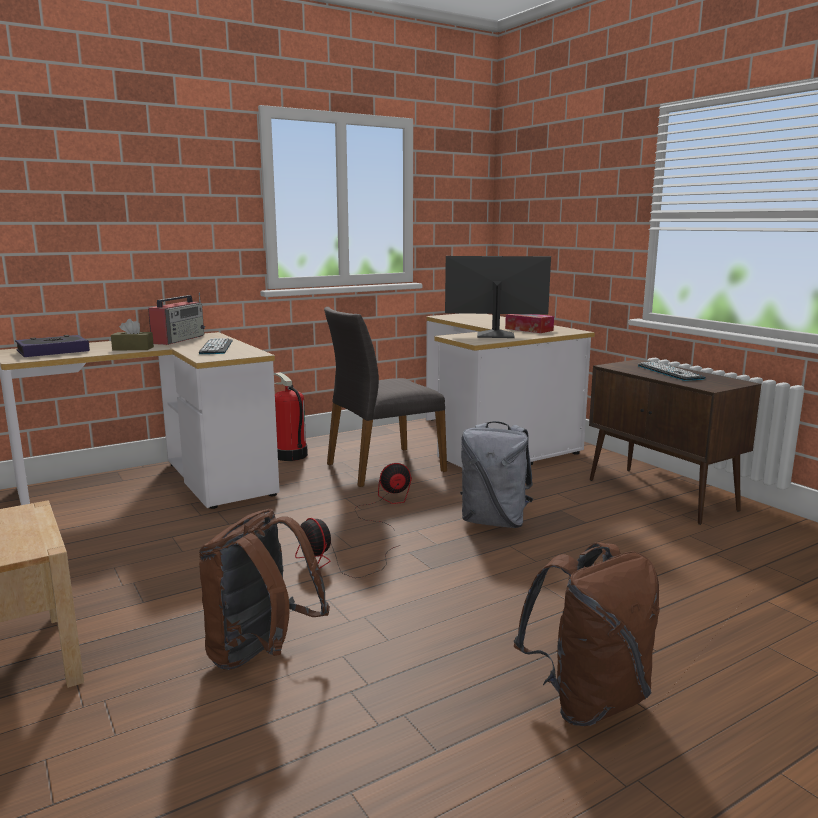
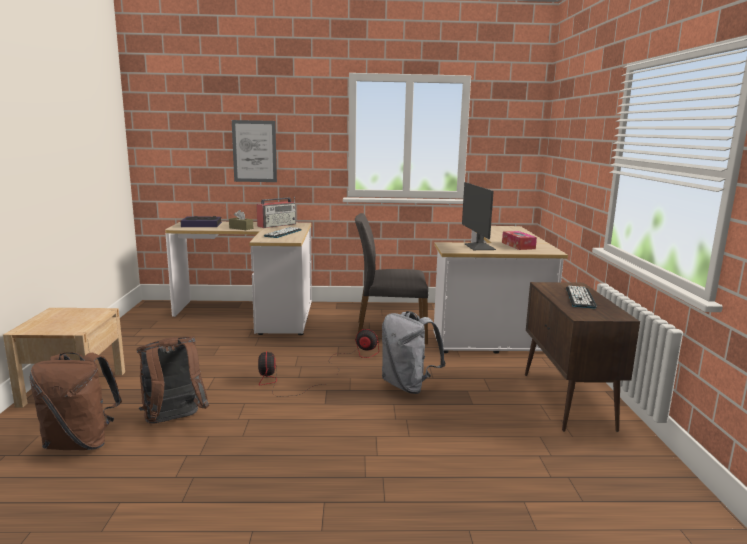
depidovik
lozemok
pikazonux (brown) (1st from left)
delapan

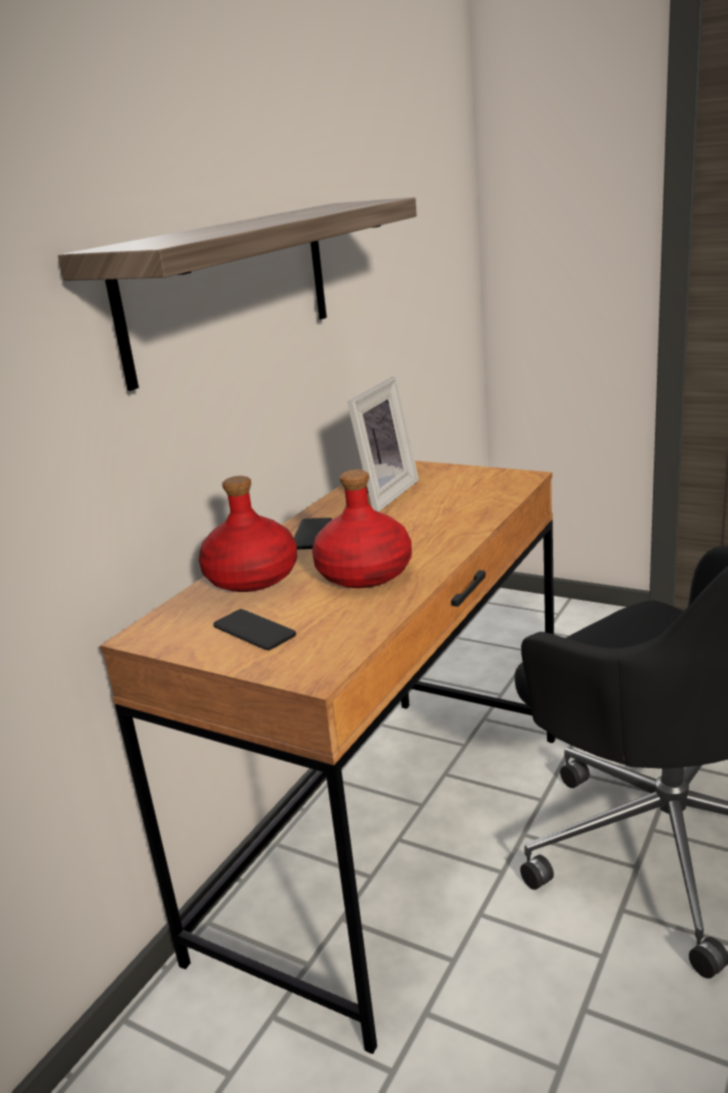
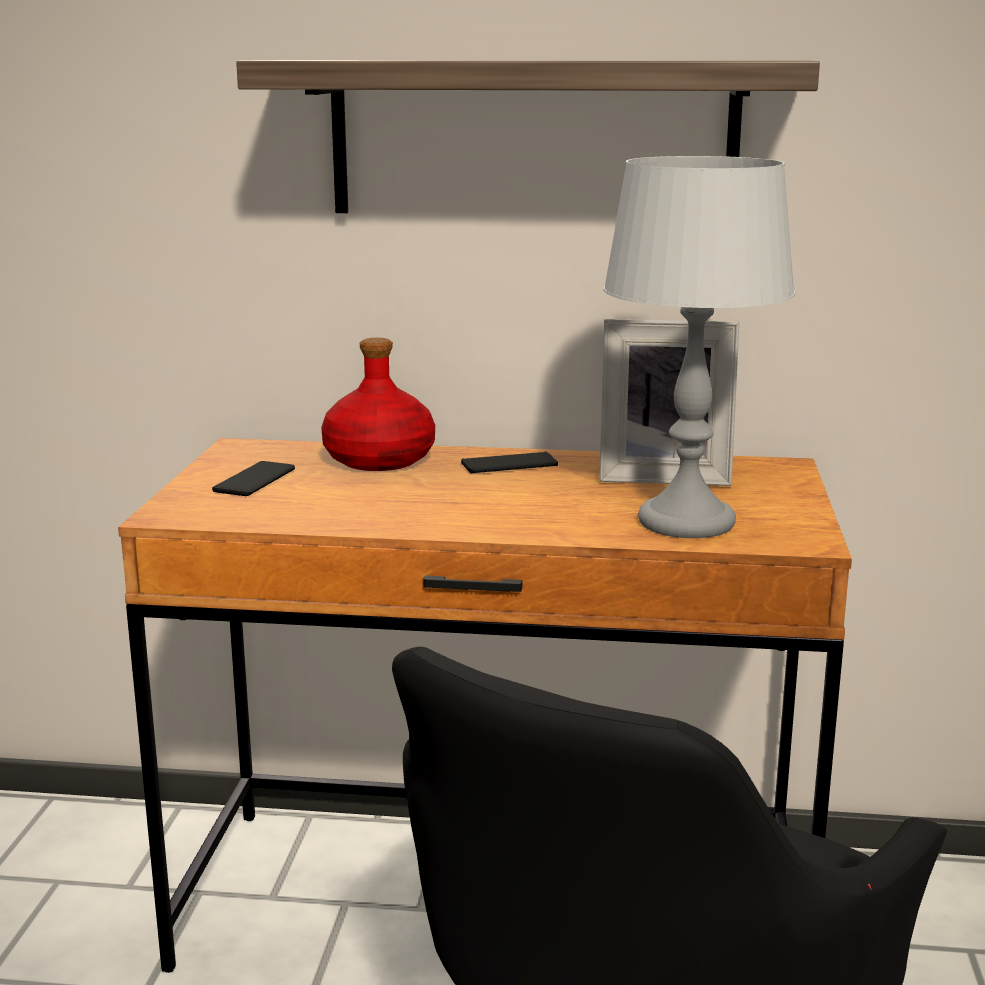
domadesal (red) (2nd from left in the first image)
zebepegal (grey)

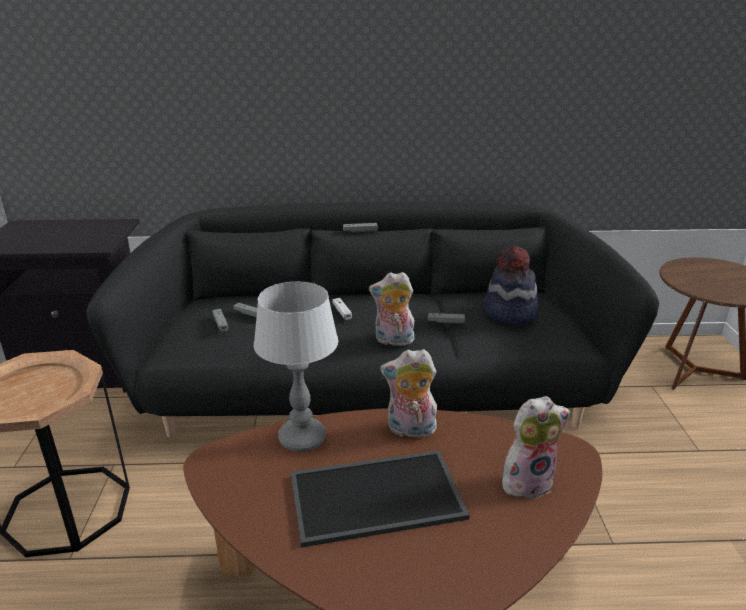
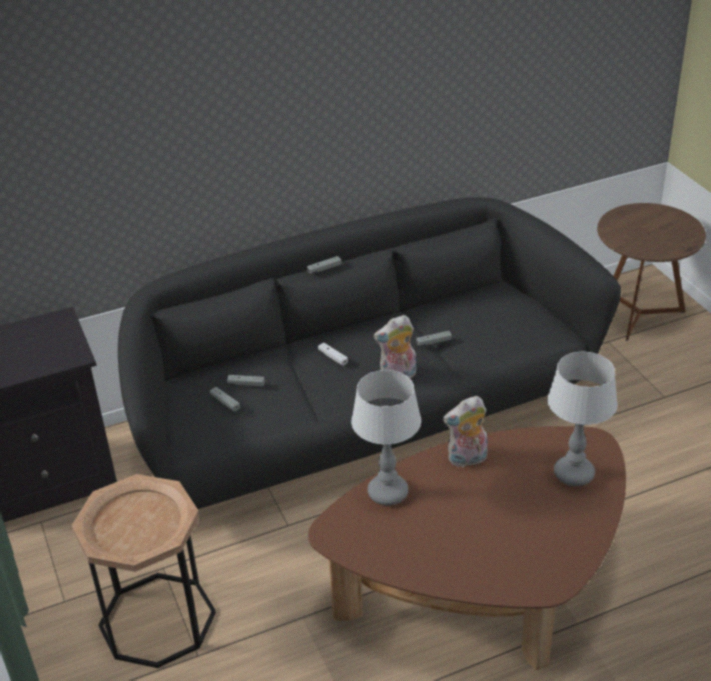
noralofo
zebepegal (2nd from left)
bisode

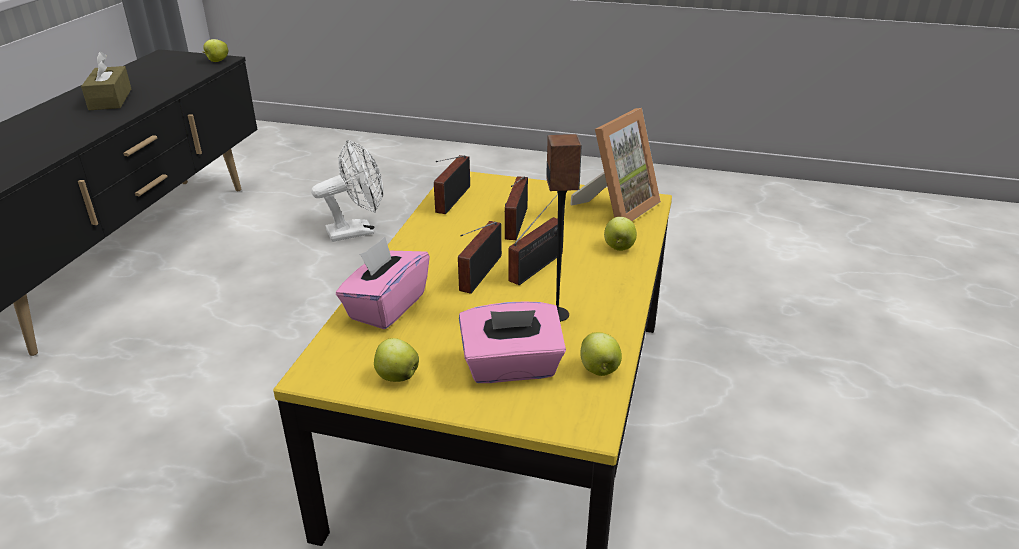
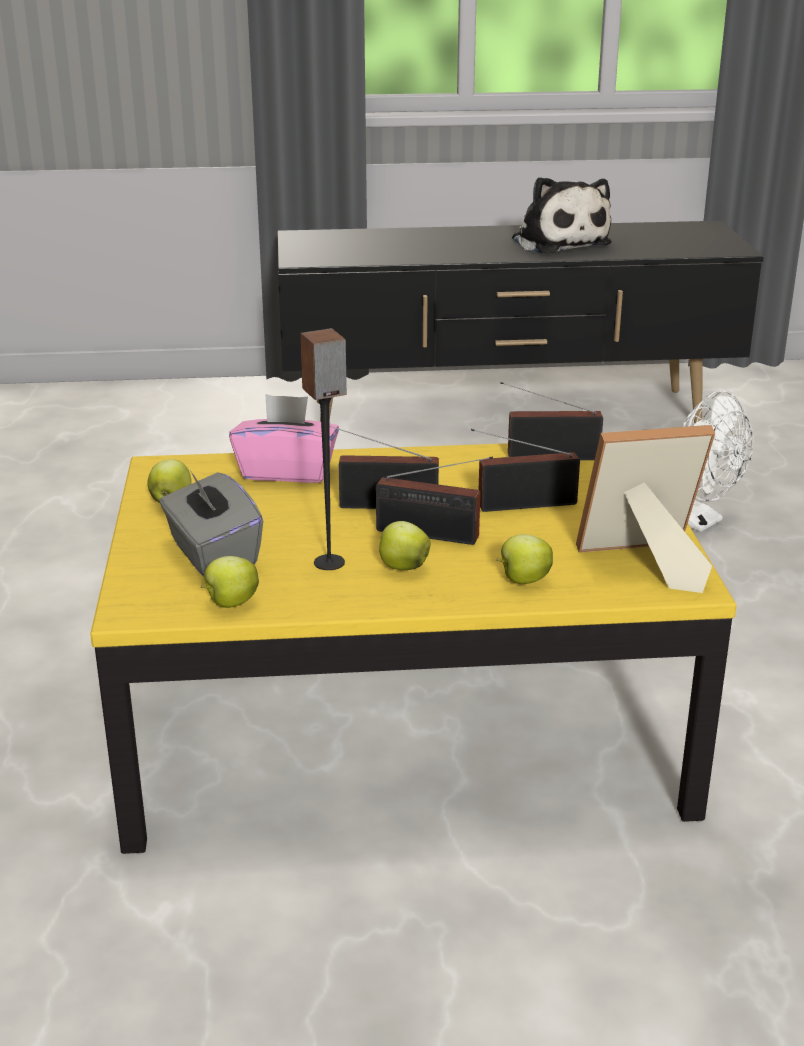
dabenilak (3rd from left)
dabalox
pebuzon
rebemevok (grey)

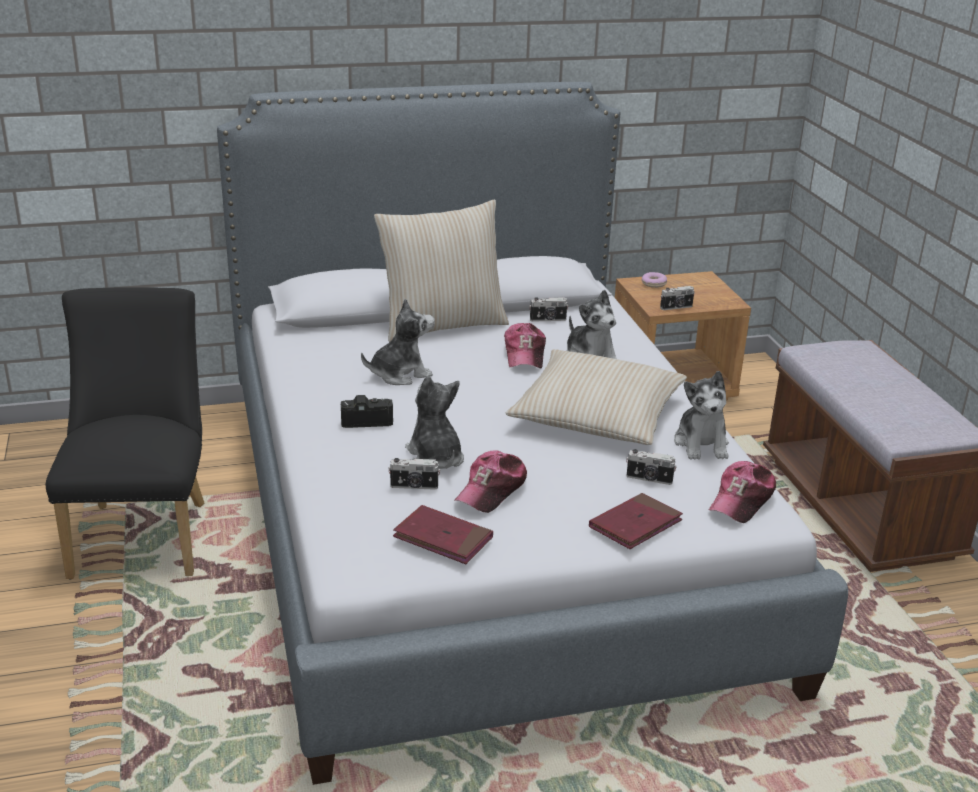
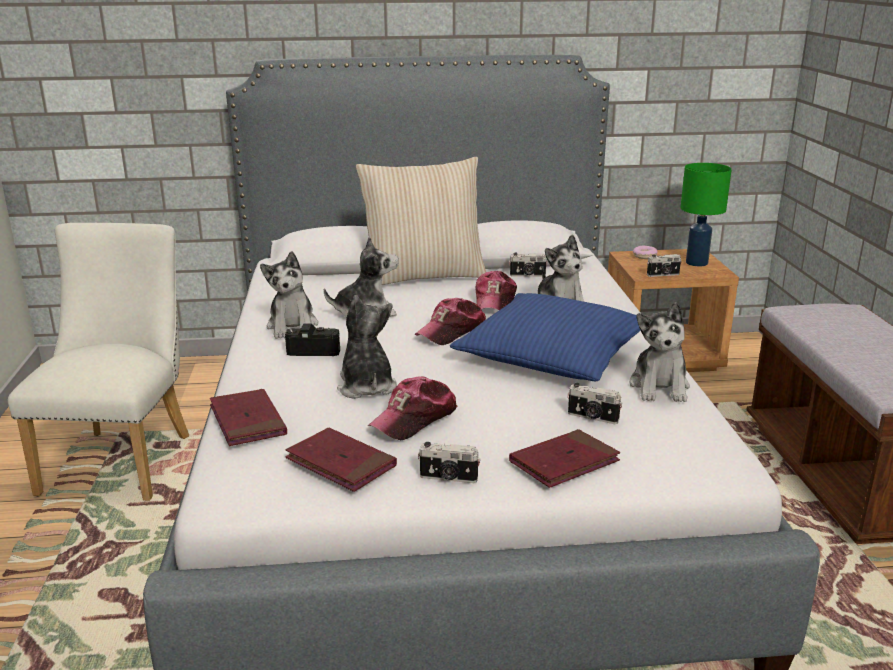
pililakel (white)
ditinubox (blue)
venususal (2nd from left)
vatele (2nd from left)
zebepegal (green)
dabalox (1st from left)
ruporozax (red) (1st from left)

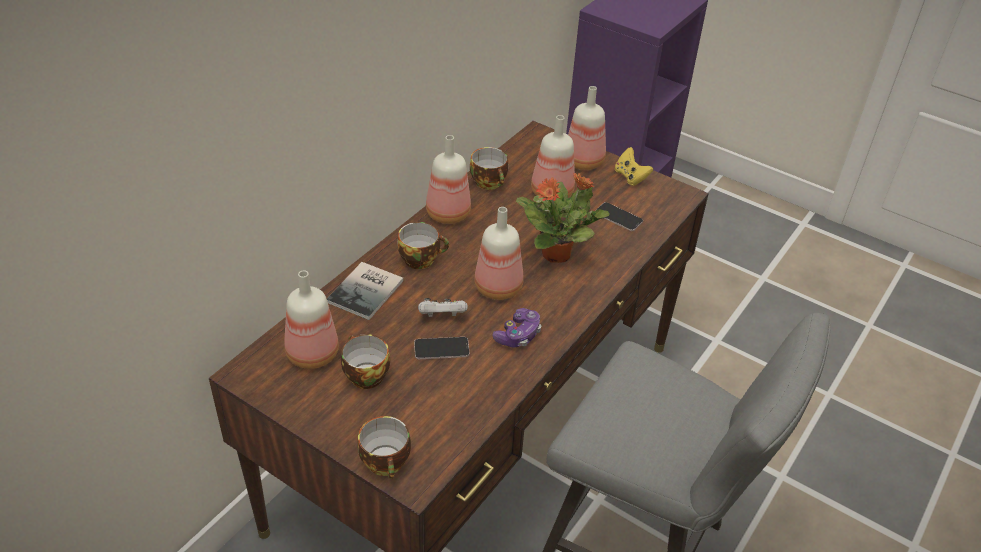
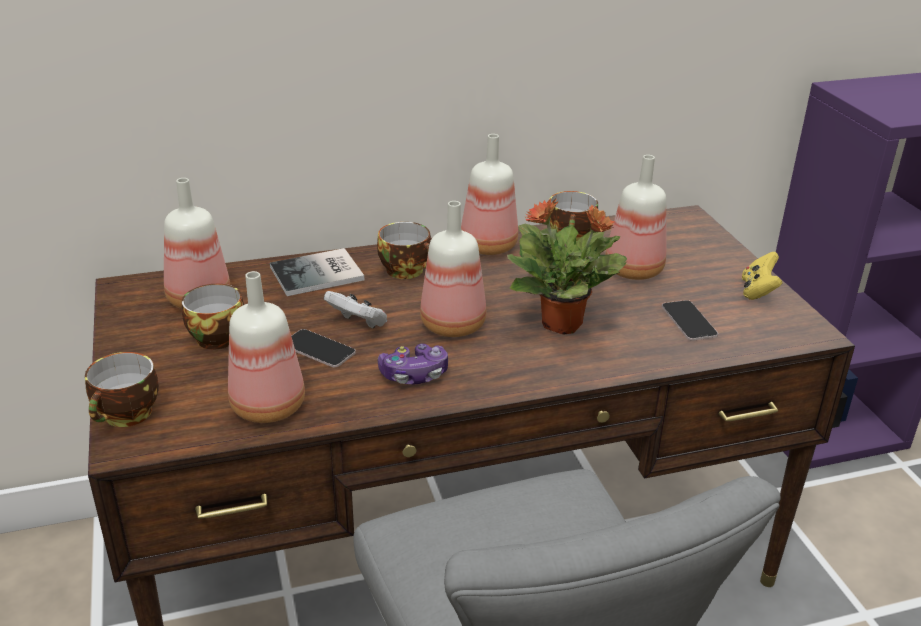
domadesal (2nd from left)

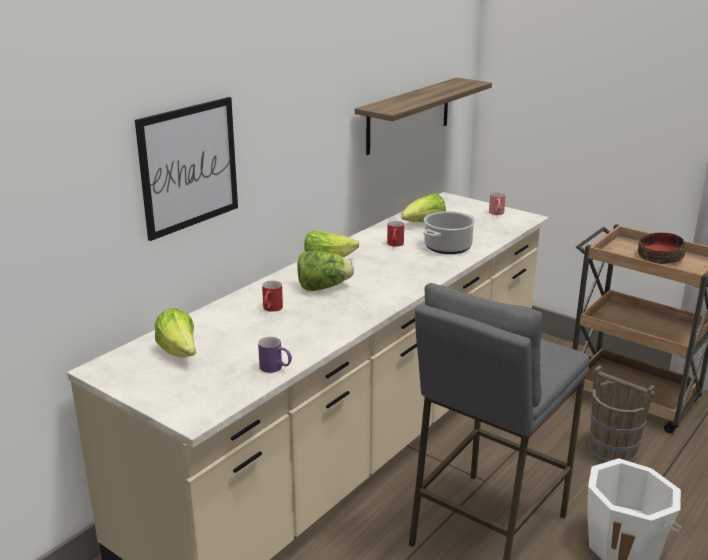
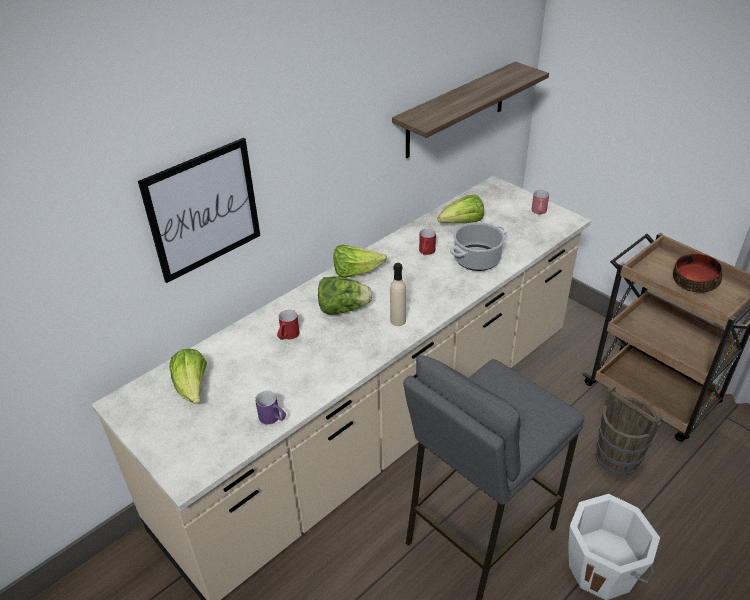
domadesal (beige)

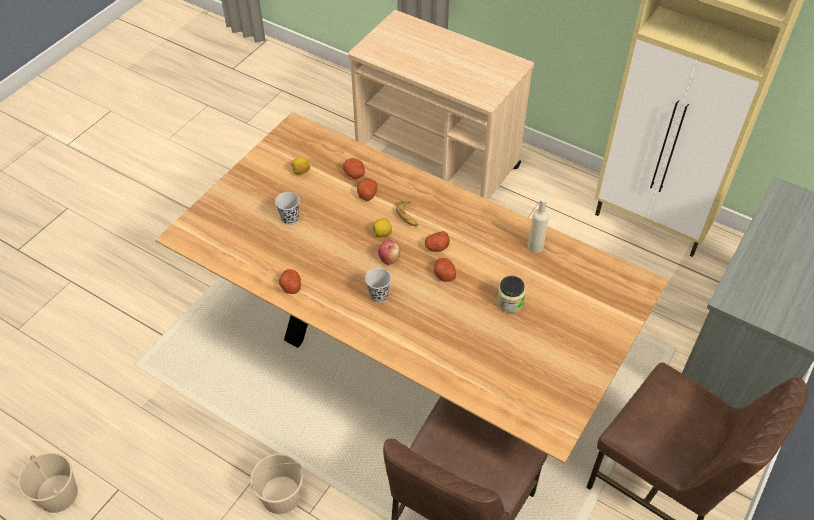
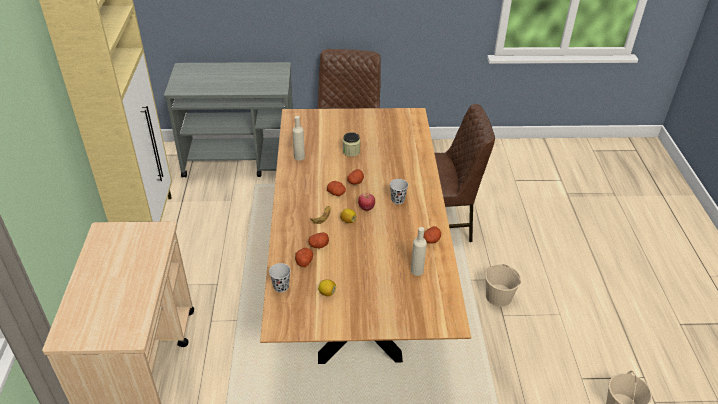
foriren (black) (1st from left)
domadesal (beige) (2nd from left)

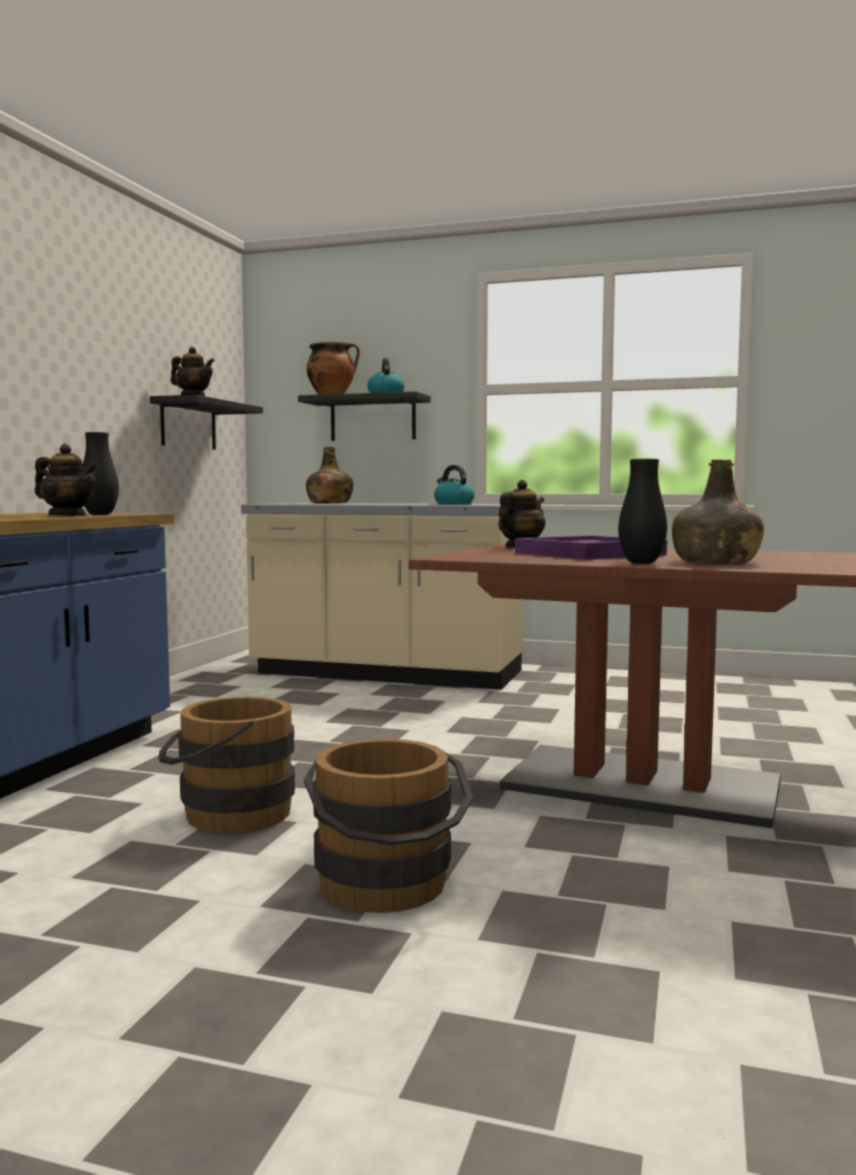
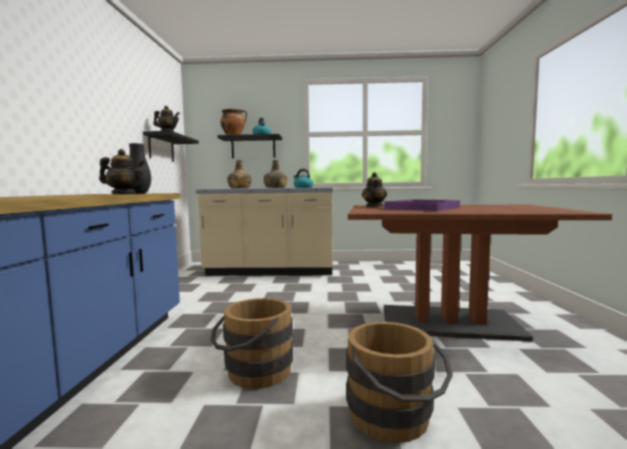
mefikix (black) (2nd from left in the first image)
domadesal (green) (2nd from left)

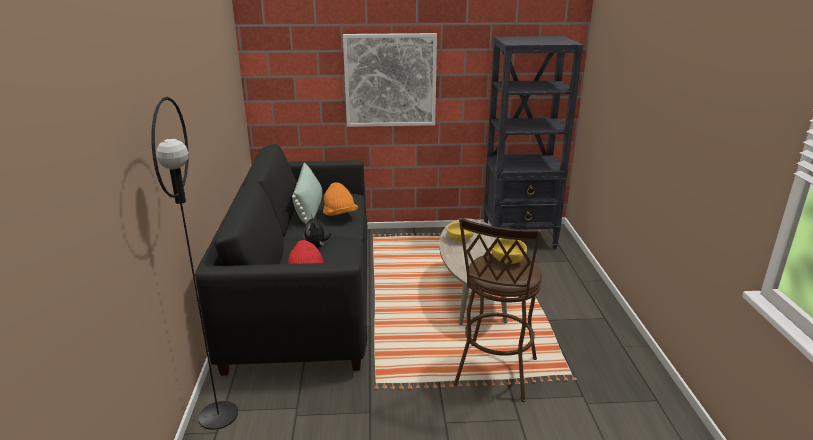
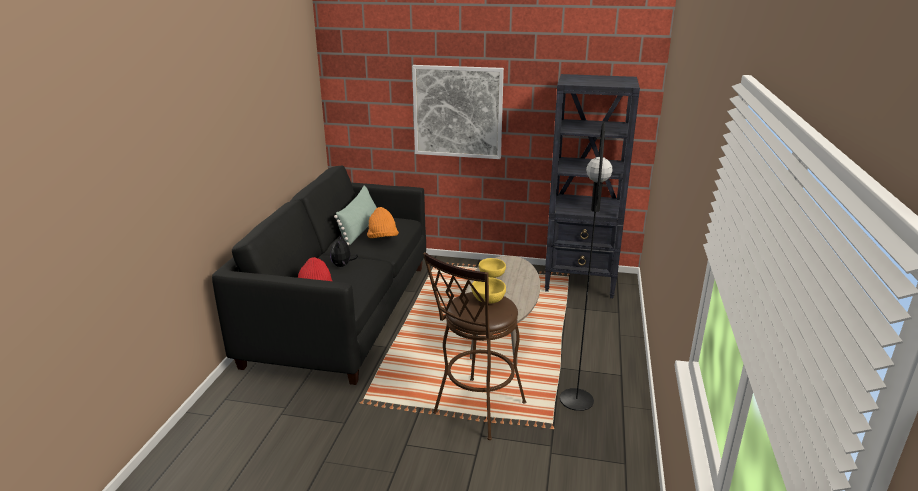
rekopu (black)

